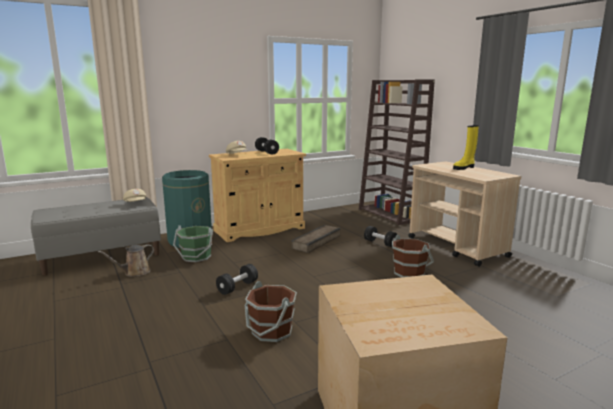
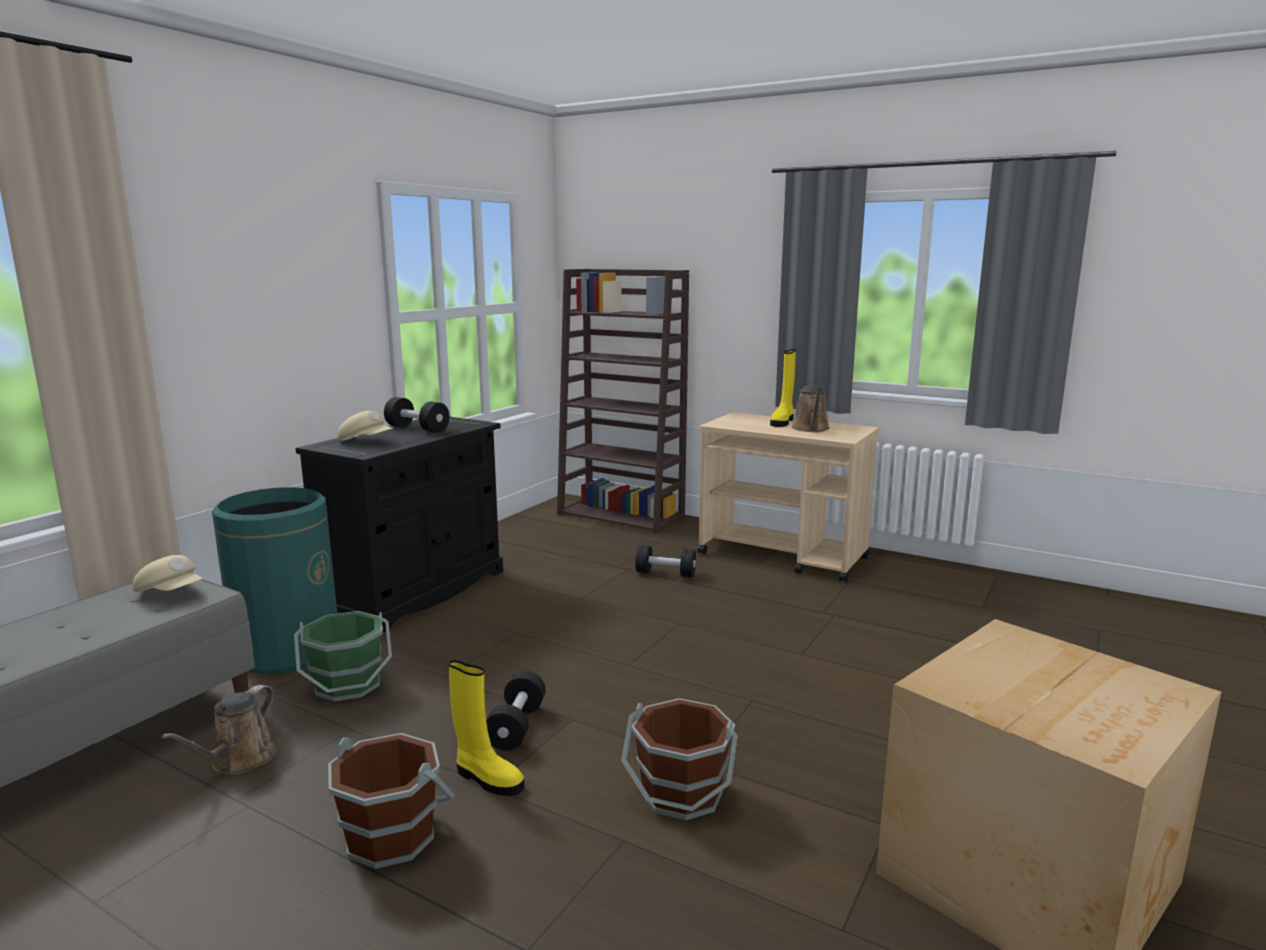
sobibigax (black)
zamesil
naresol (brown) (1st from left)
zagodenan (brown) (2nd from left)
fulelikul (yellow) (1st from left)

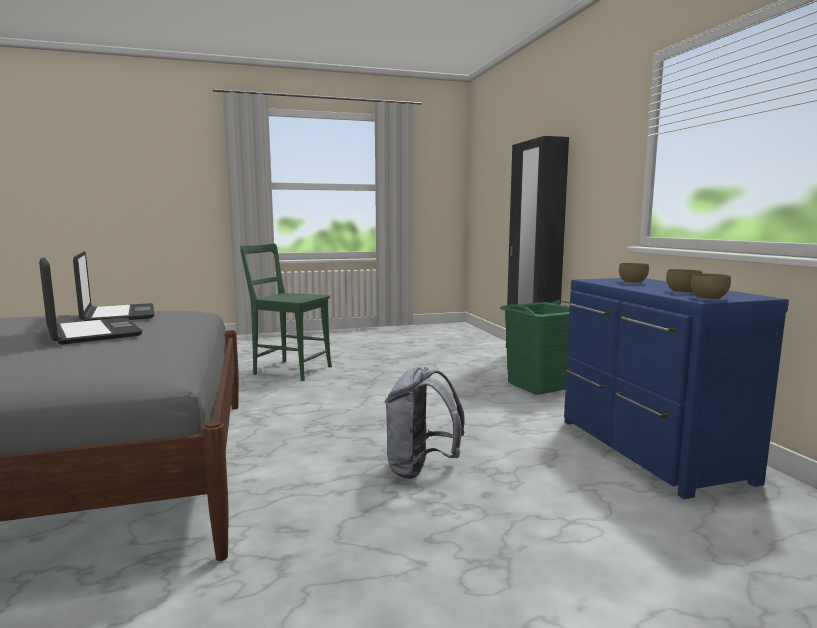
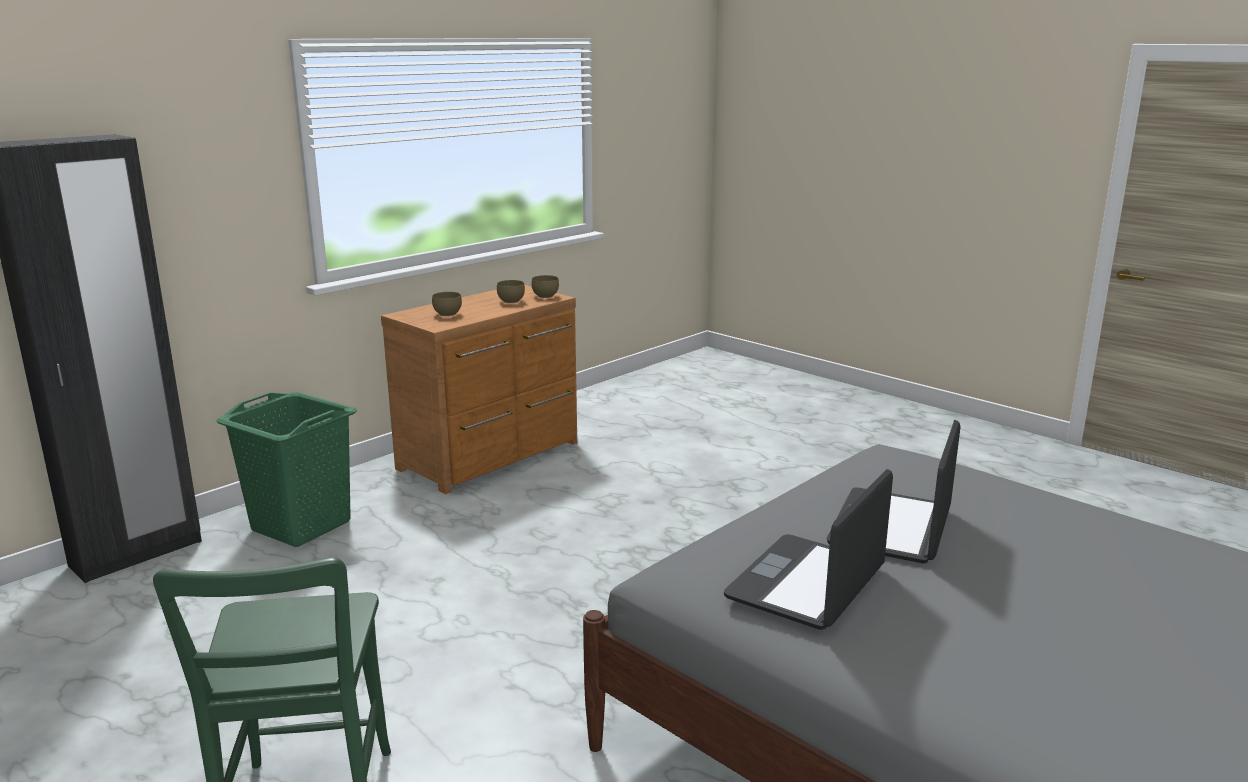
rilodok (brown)
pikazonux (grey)

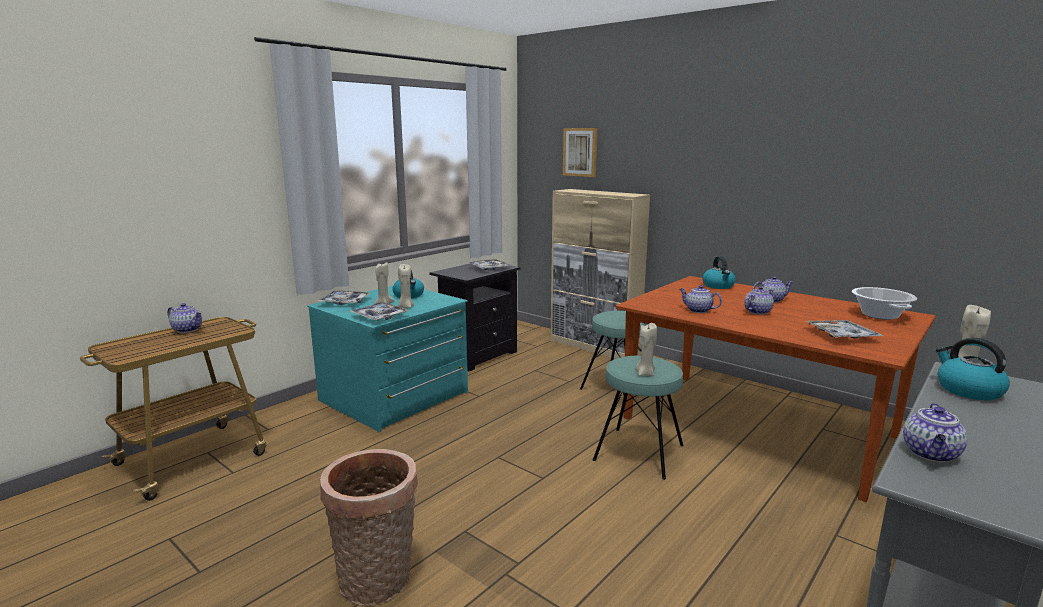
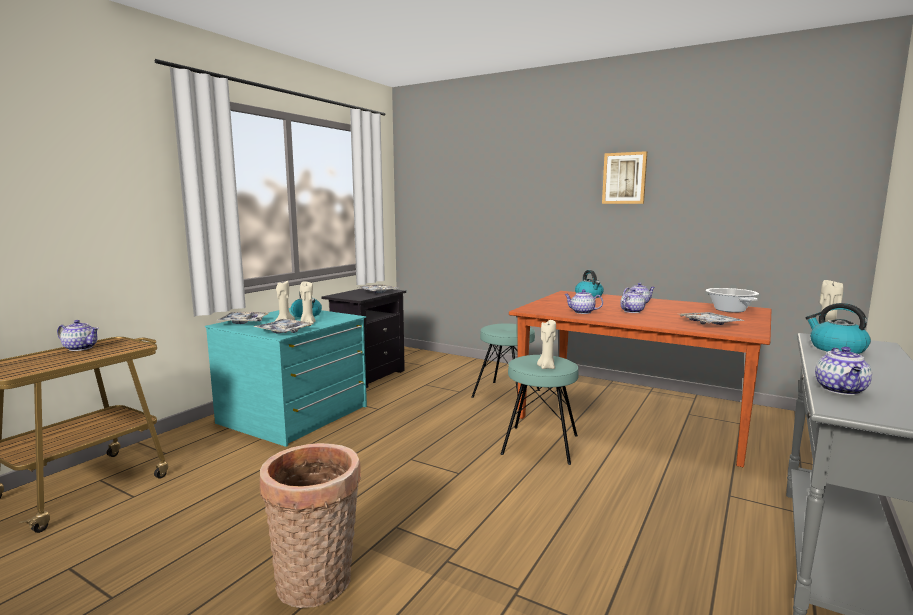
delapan
sobibigax (beige)

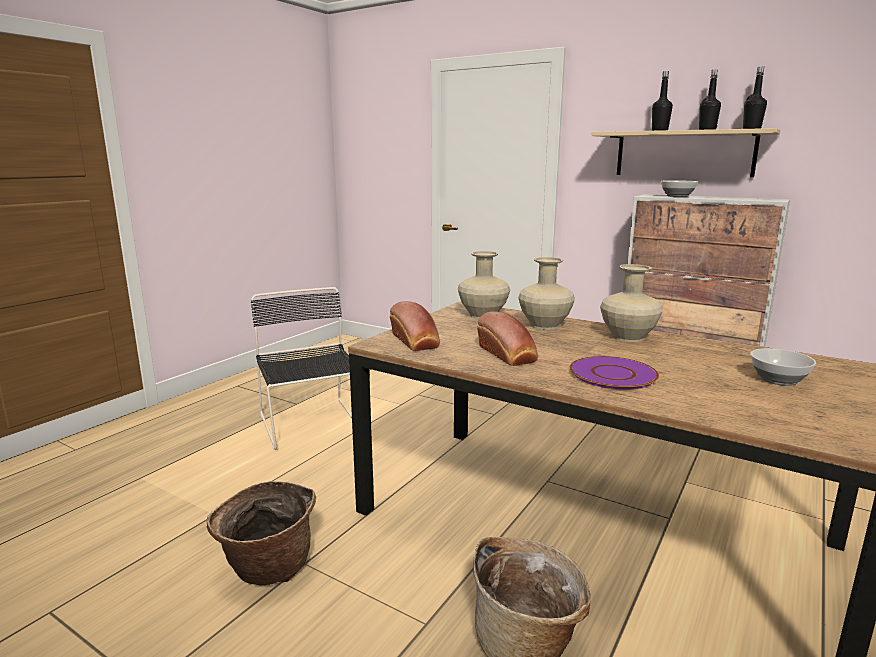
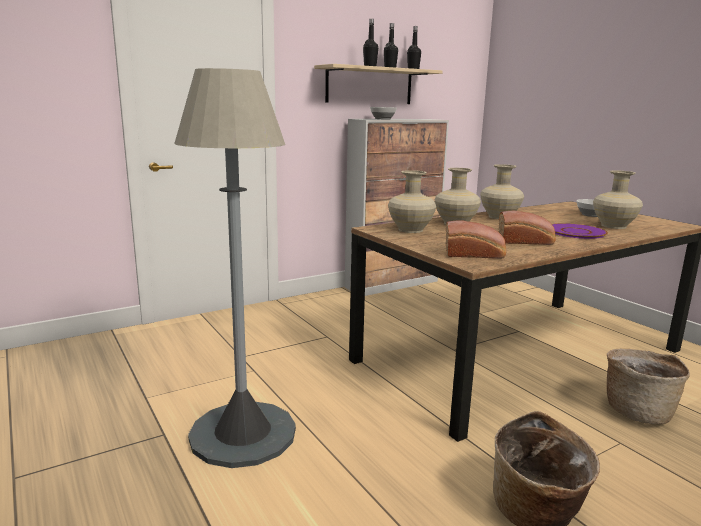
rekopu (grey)
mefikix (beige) (4th from left)

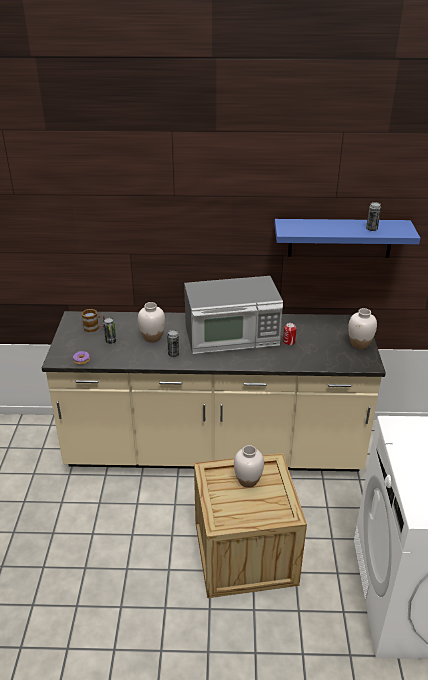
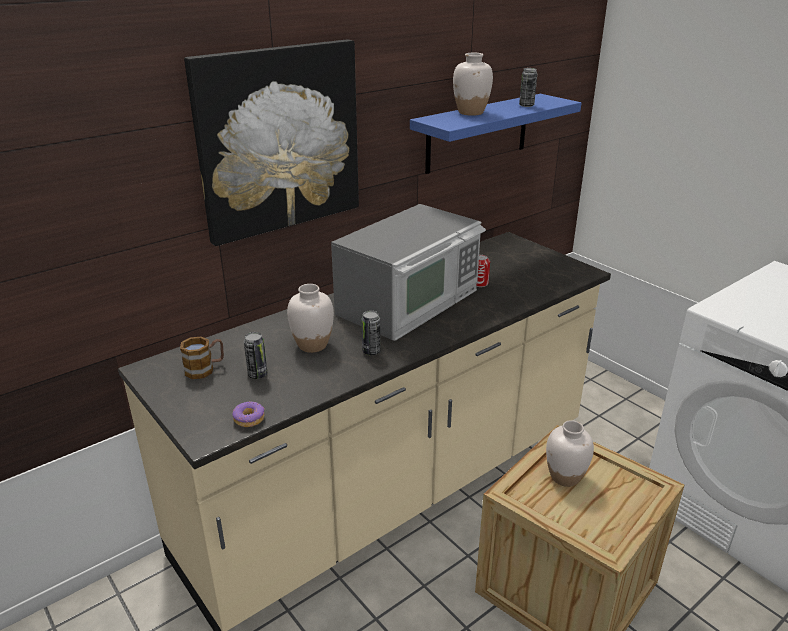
mefikix (white) (2nd from left)
delapan

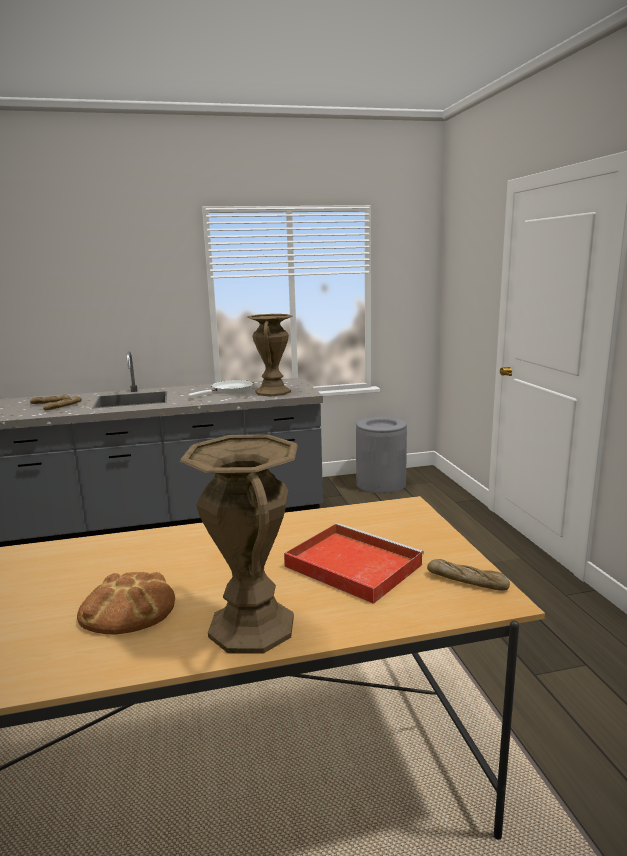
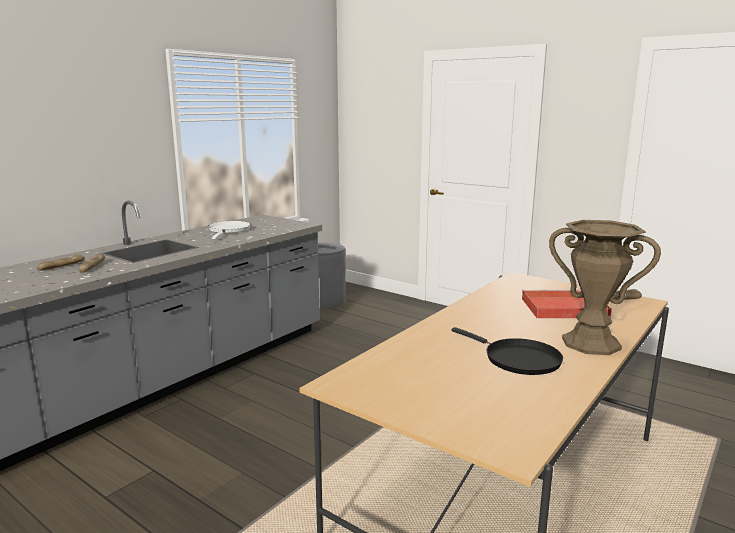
mefikix (brown) (2nd from left in the first image)
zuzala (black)

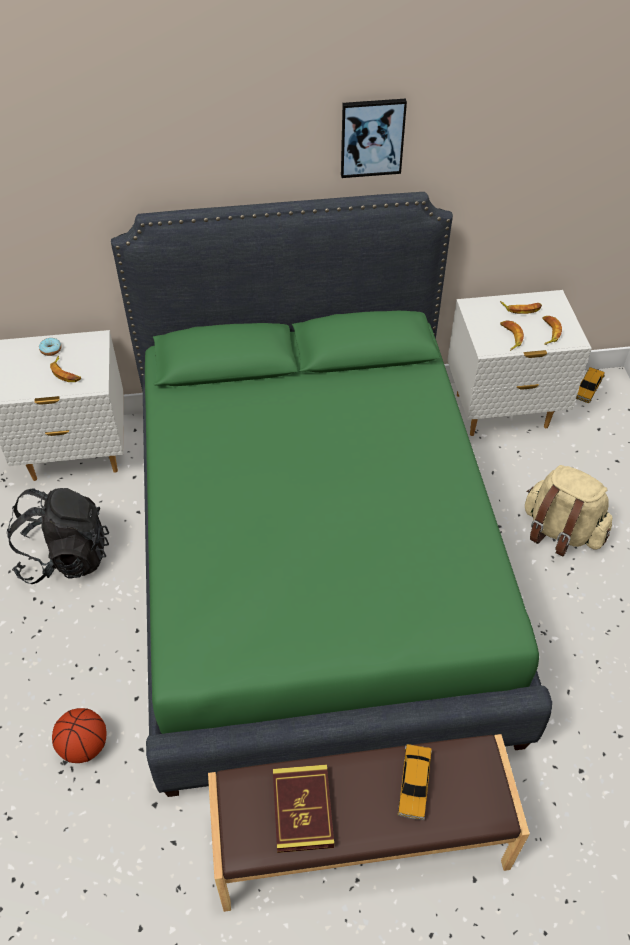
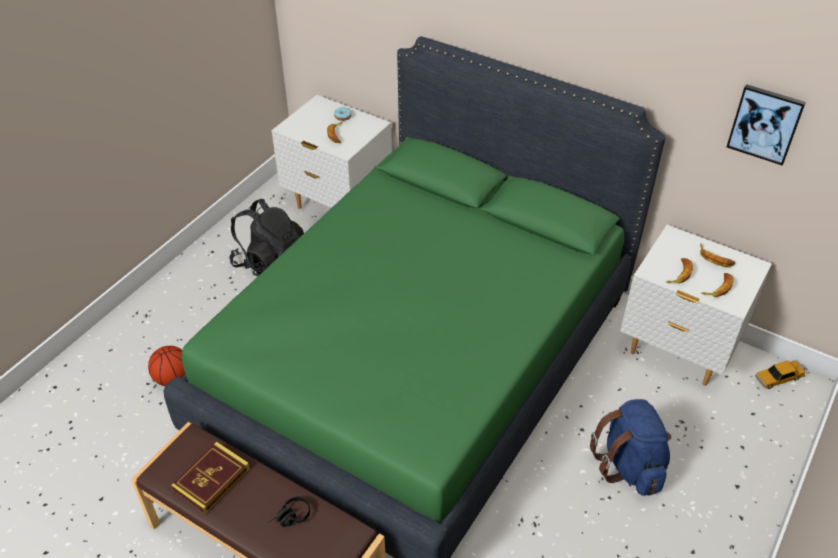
delapan
pikazonux (blue)
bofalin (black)

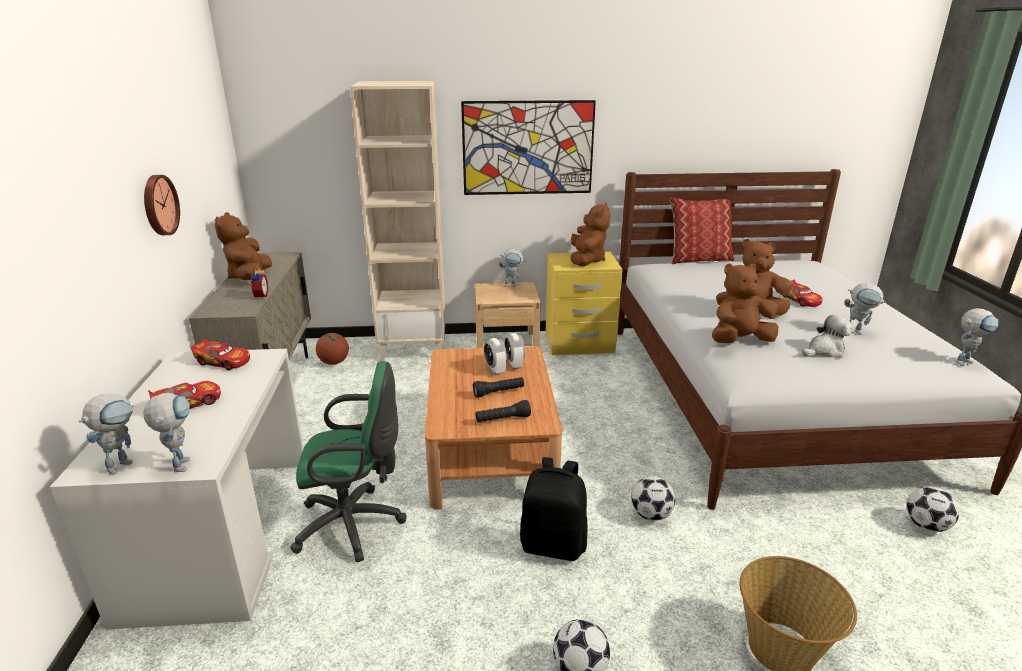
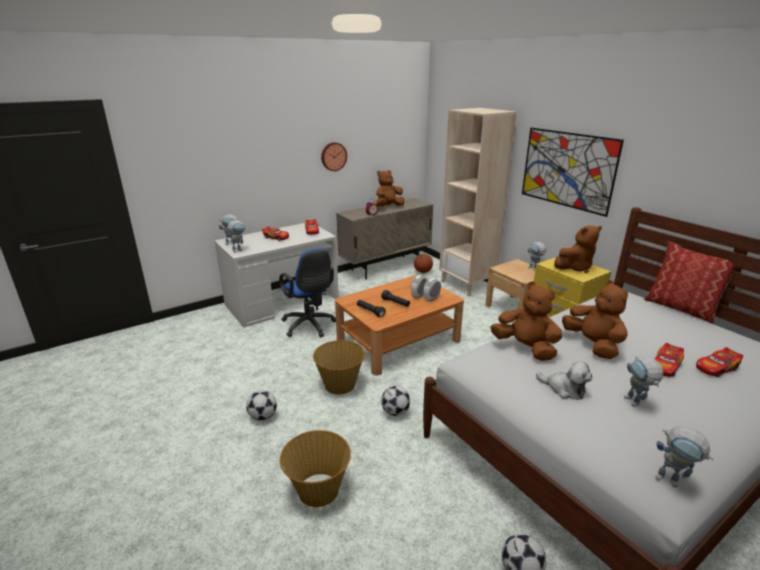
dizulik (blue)
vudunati (2nd from left)
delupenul (4th from left)

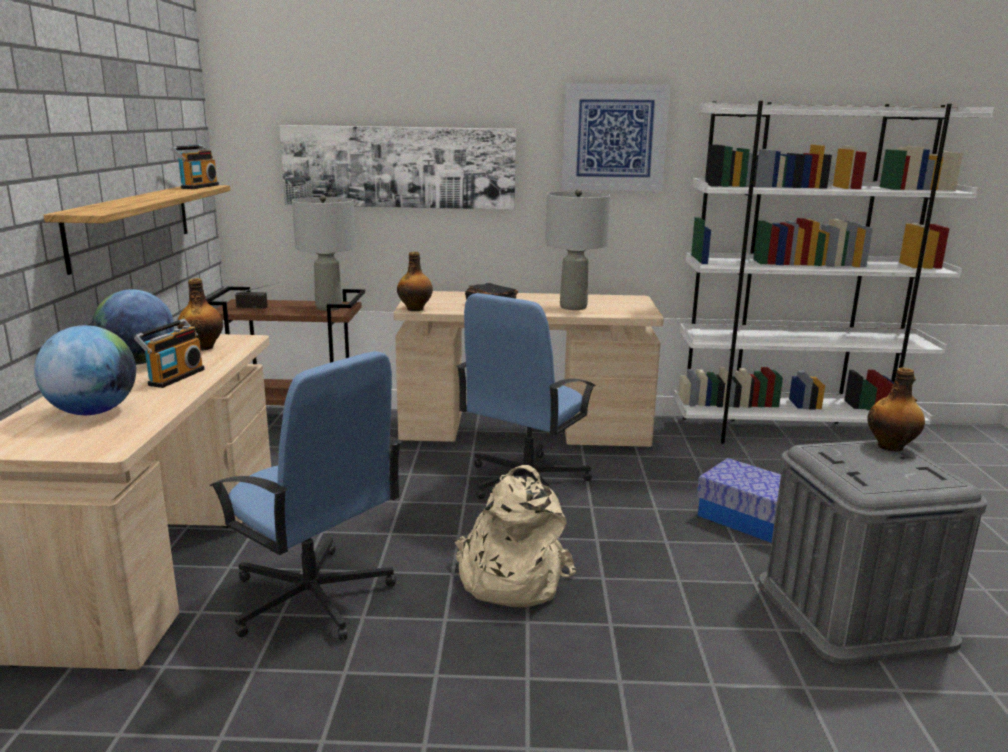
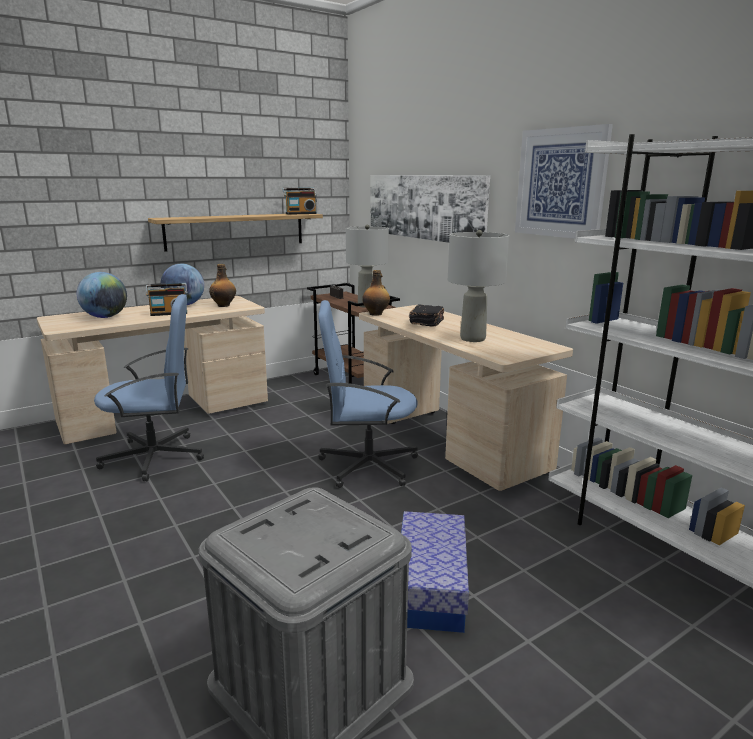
dizulik (blue) (1st from left)
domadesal (3rd from left in the first image)
pikazonux (beige)

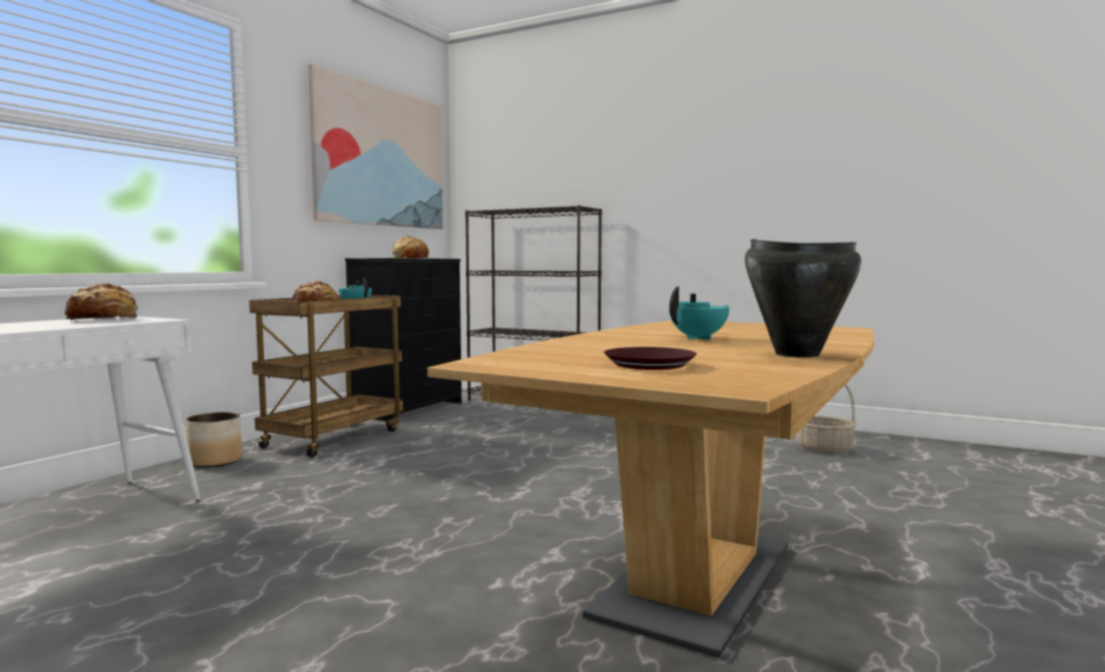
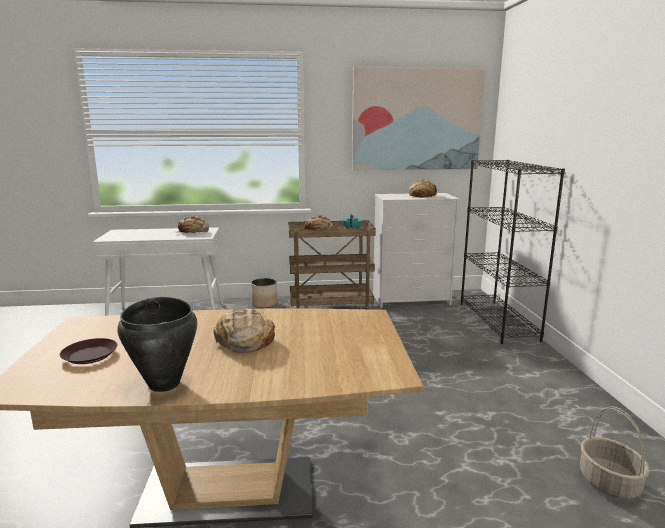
rilodok (white)
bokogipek (2nd from left)

